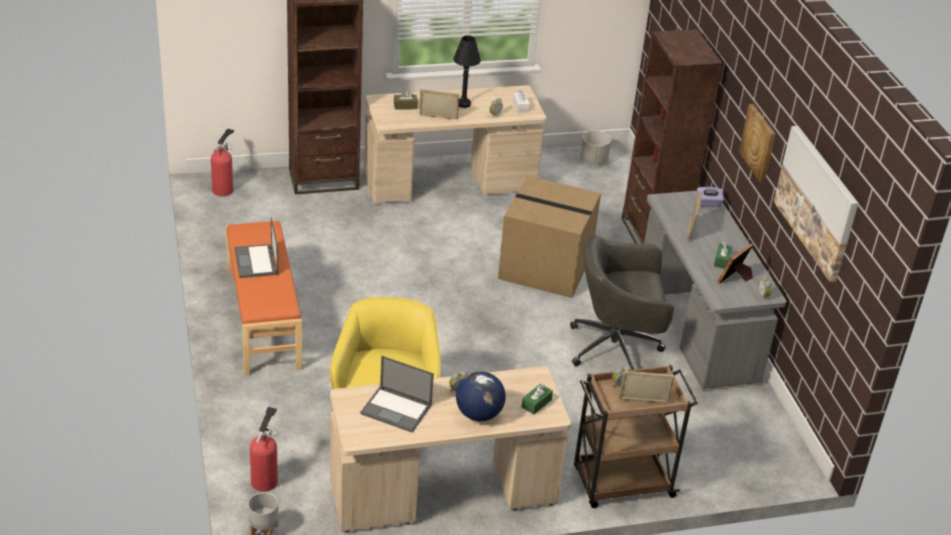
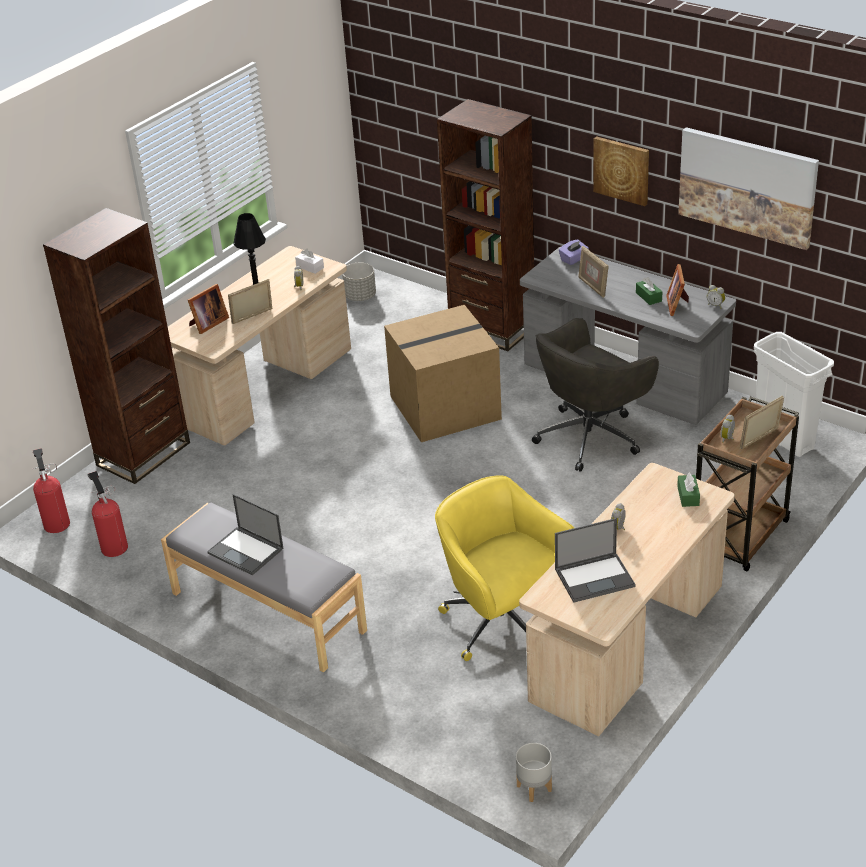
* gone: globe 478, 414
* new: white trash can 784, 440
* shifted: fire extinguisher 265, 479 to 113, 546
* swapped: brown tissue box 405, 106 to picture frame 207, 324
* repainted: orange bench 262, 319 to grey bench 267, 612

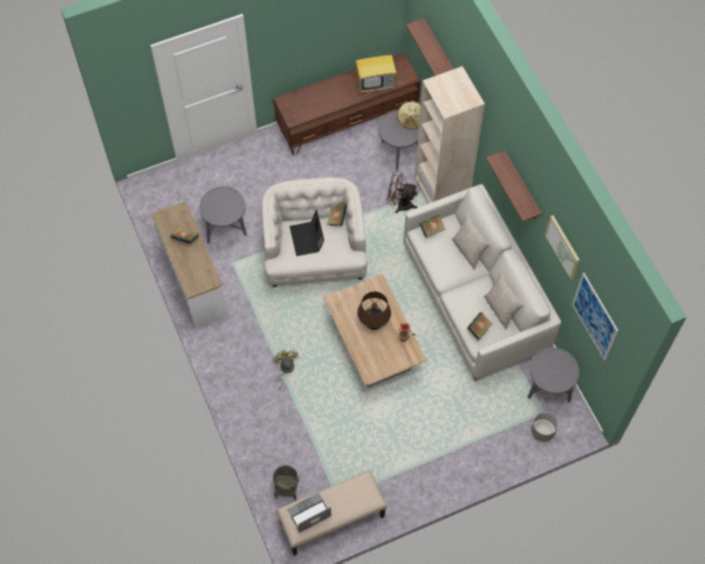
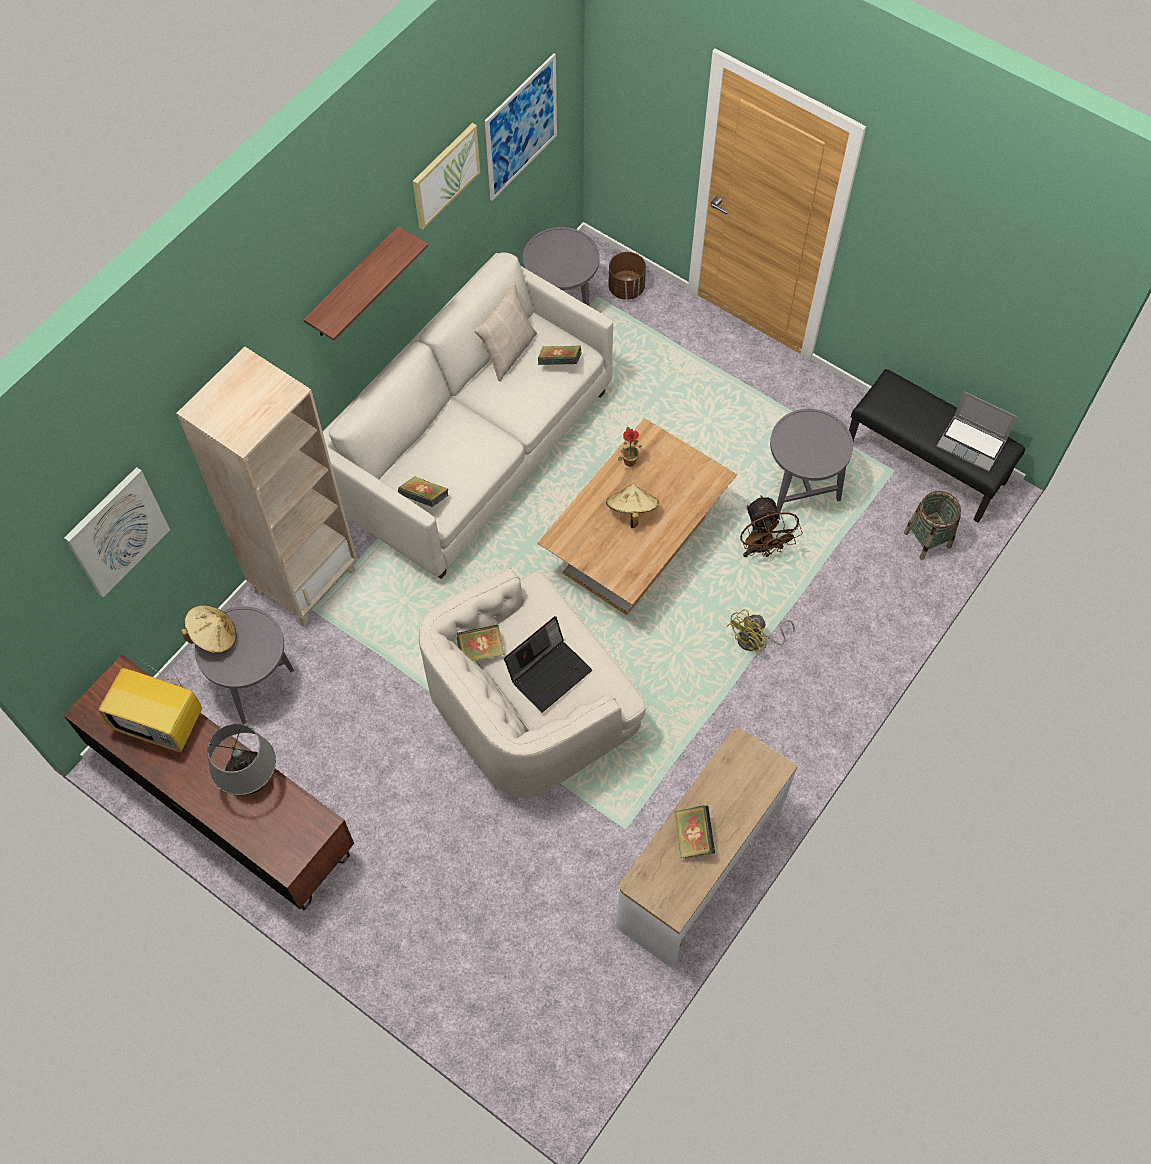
* gone: beige pillow 468, 251
* new: grey table lamp 252, 781
* shifted: grey side table 226, 230 to 800, 488
* shifted: brown fan 400, 204 to 762, 549
* swapped: brown table lamp 373, 323 to beige hat 631, 511
* swapped: shelf 439, 52 to picture 116, 531
* repainted: beige bench 332, 520 to black bench 926, 463
* repainted: grey planter 542, 431 to brown planter 626, 288
* rotated: television 376, 83 = 163, 723 150 degrees clockwise

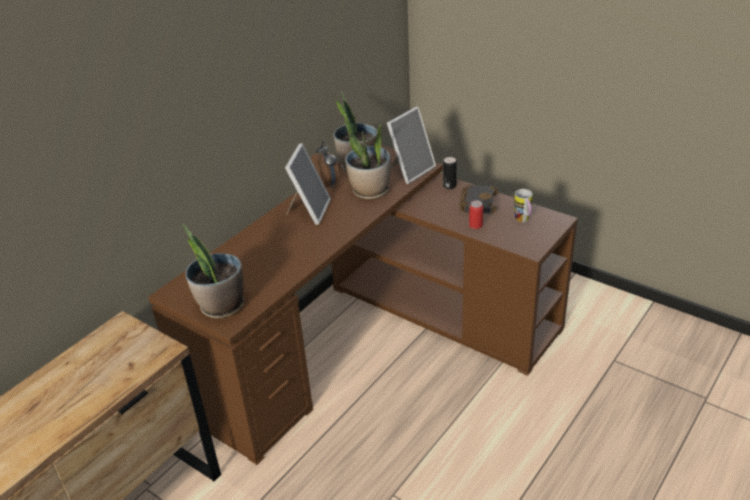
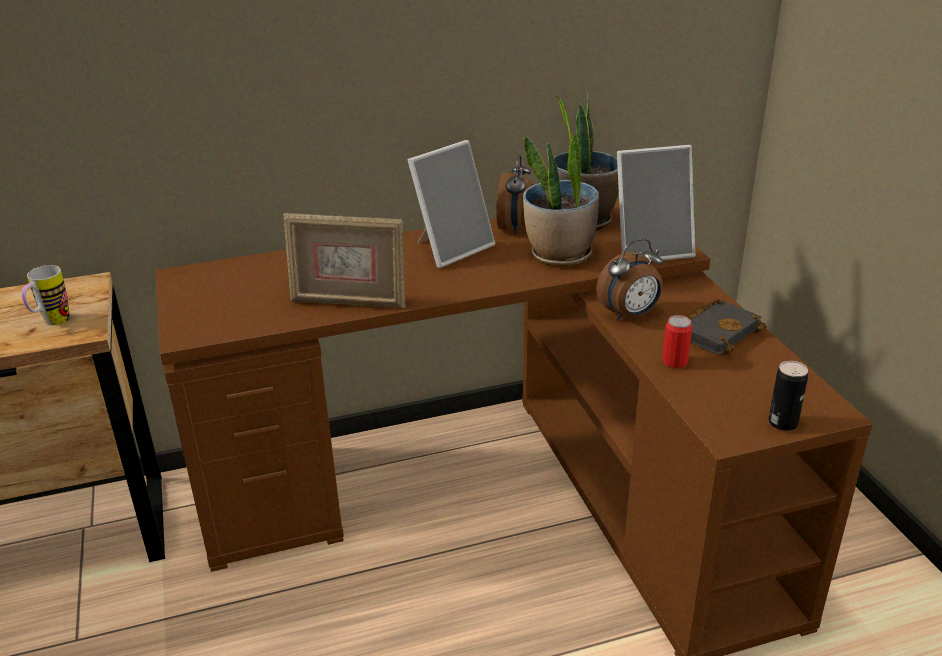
* gone: potted plant 221, 306
* new: picture frame 349, 302
* new: alarm clock 630, 315
* shifted: can 449, 186 to 782, 423
* shifted: mug 523, 221 to 51, 323

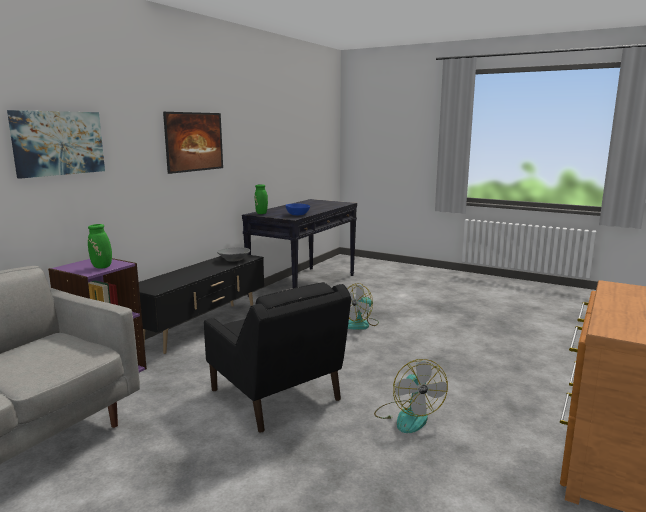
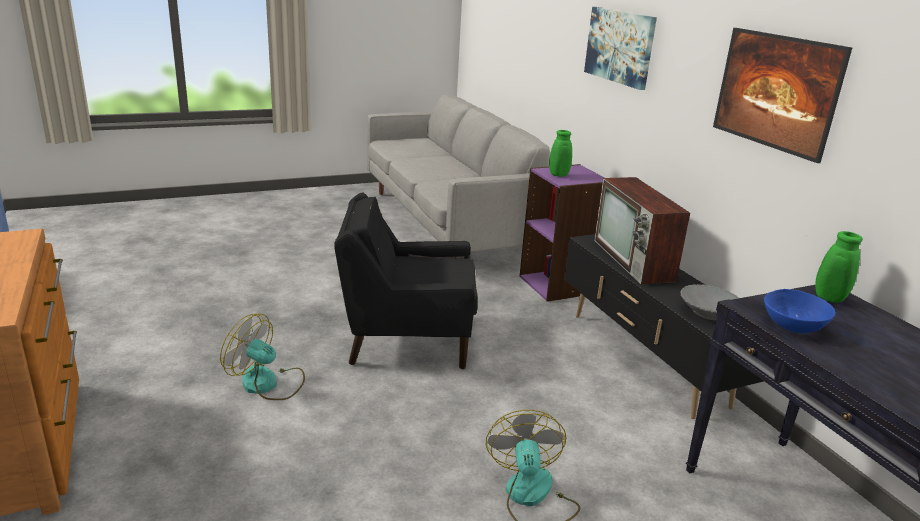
* new: television 634, 261

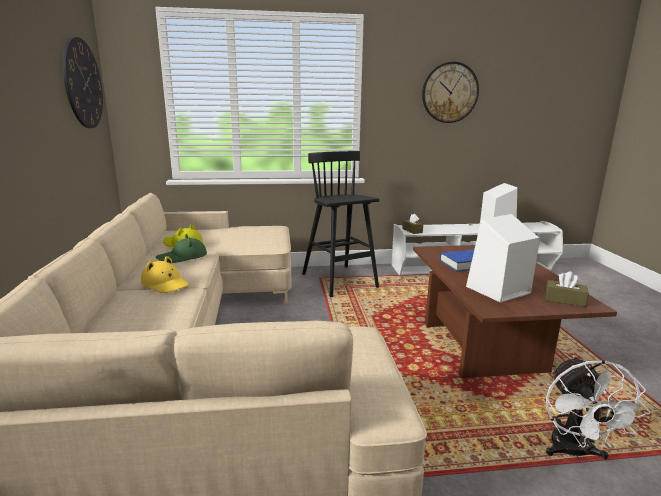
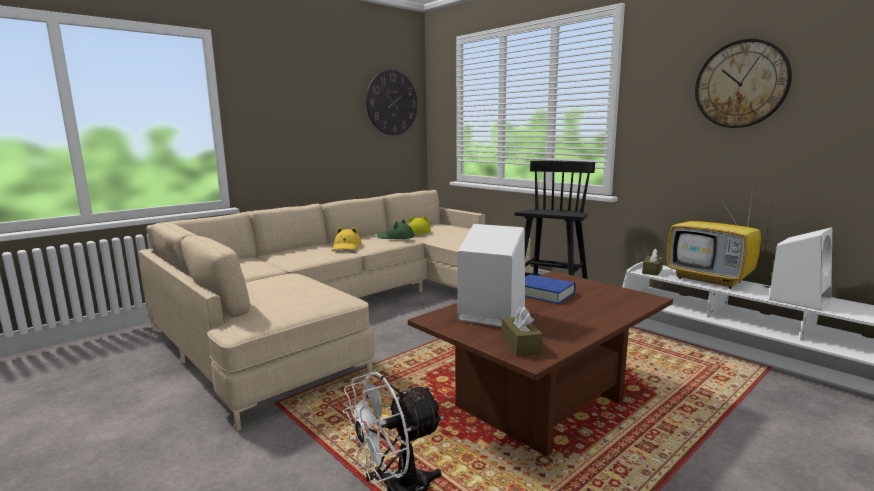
* new: television 711, 280

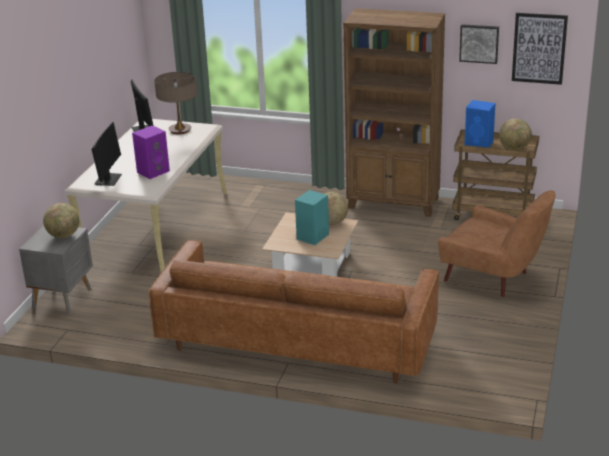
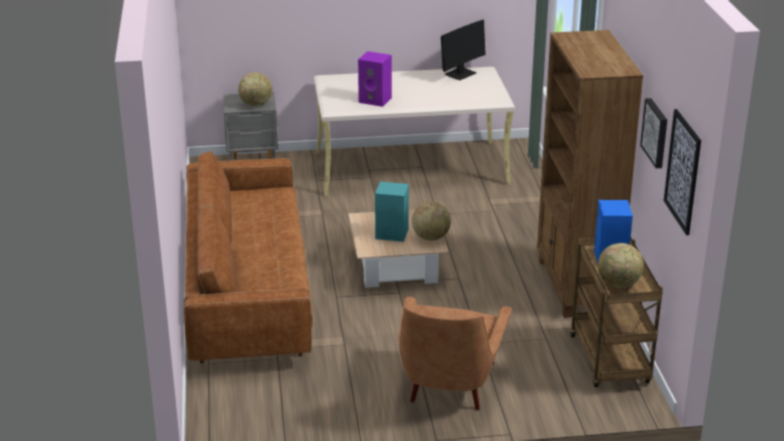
* gone: monitor 108, 180
* gone: table lamp 180, 130

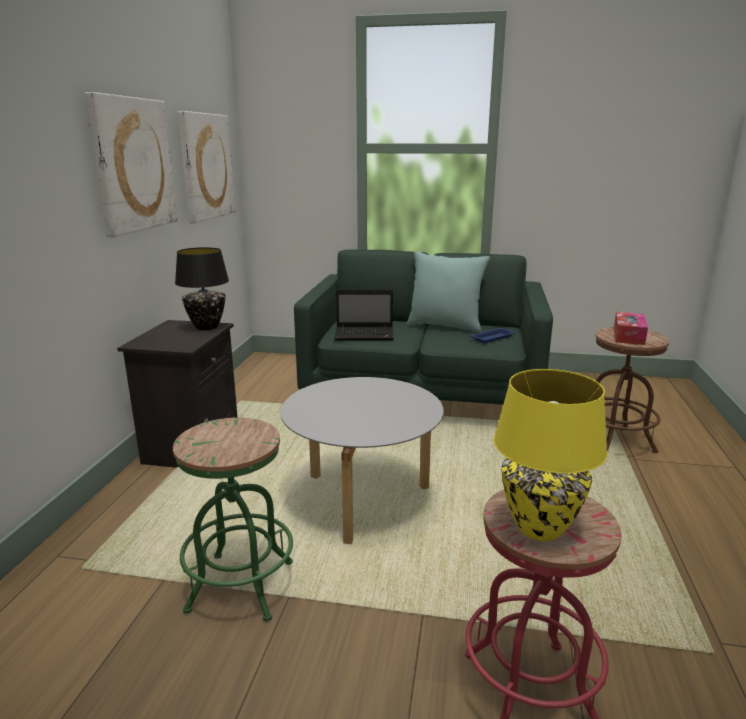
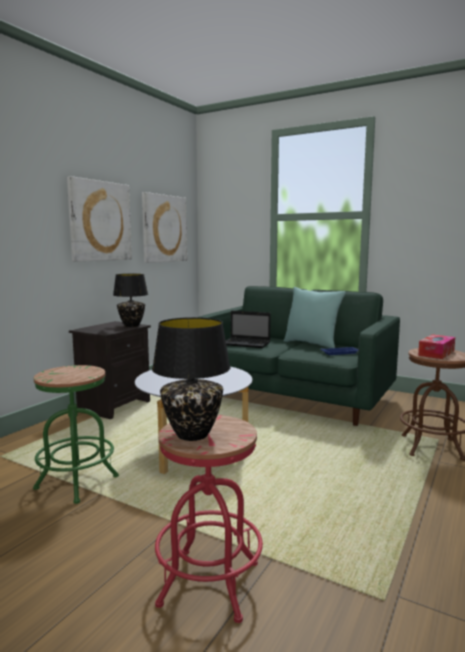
* repainted: yellow table lamp 539, 527 to black table lamp 193, 434

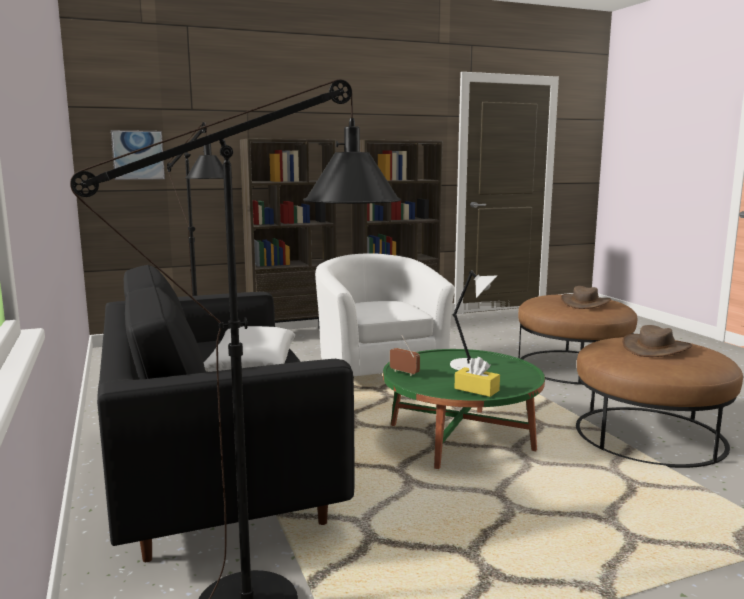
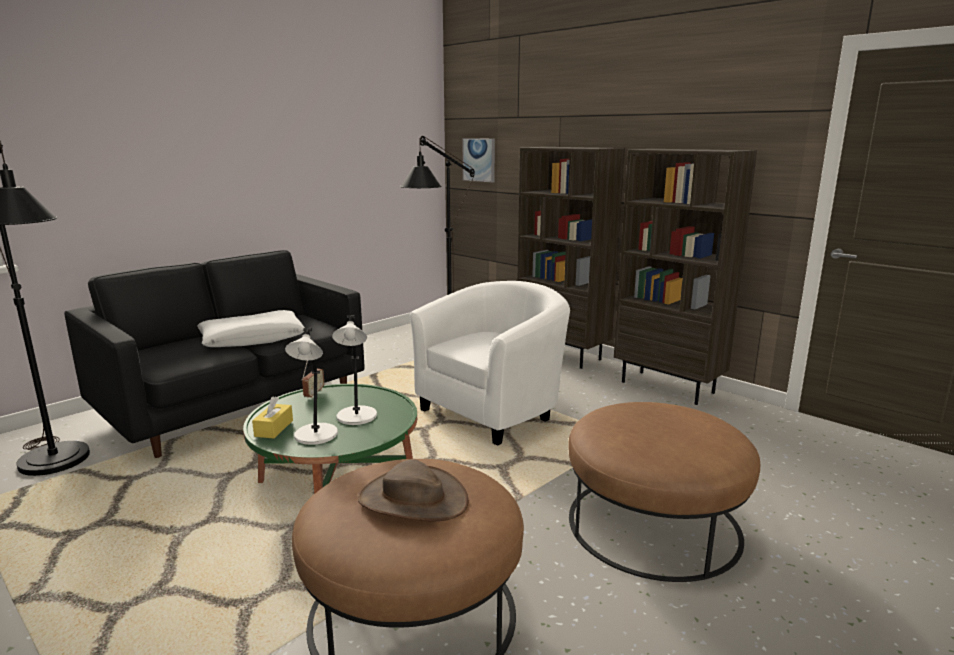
* gone: brown hat 585, 303
* new: white table lamp 315, 436

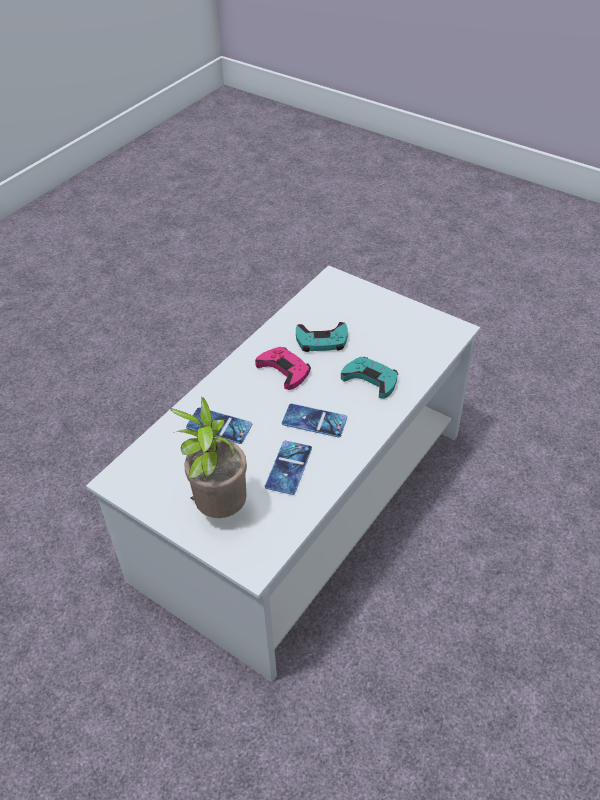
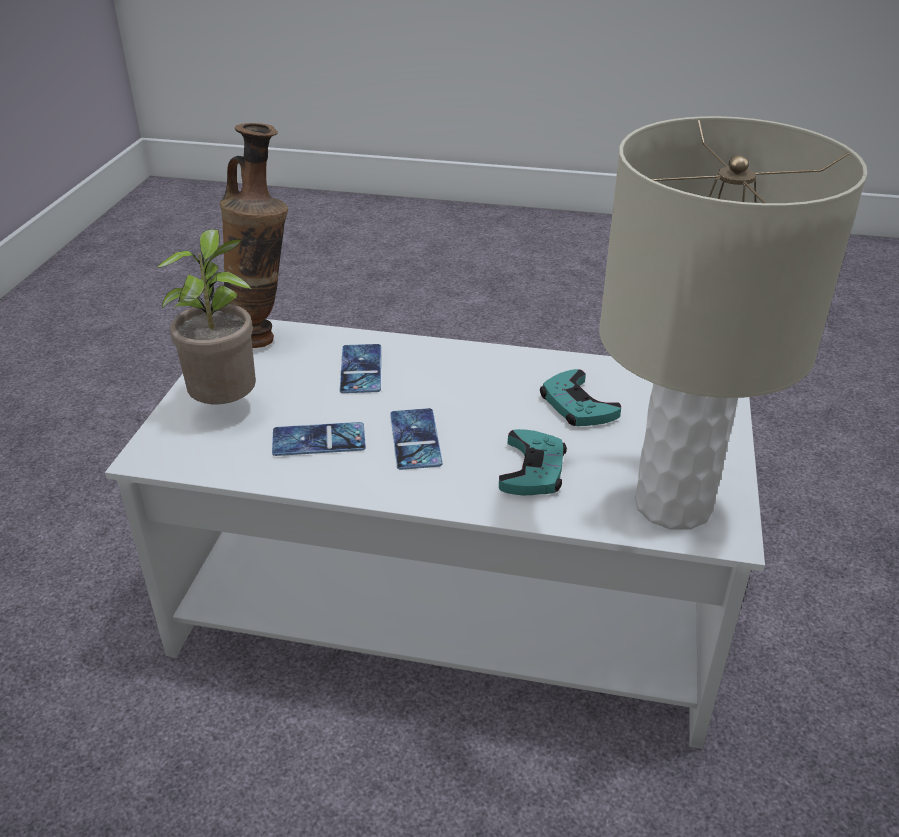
* gone: pink game controller 284, 370
* new: vase 265, 336
* new: beige table lamp 672, 504

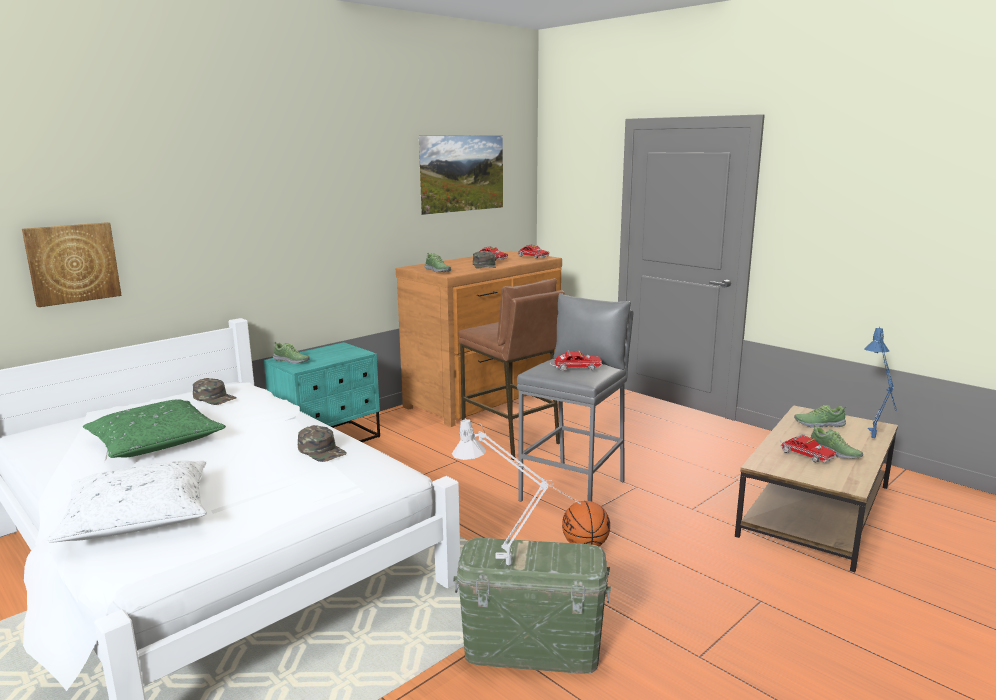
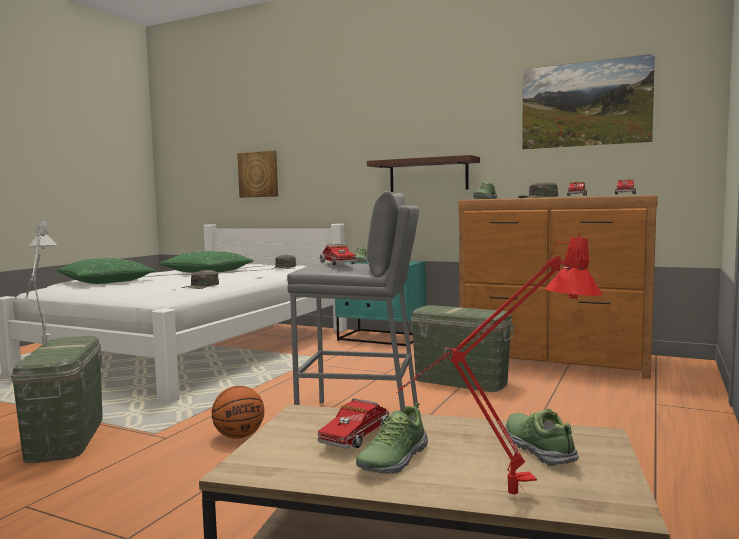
* new: shelf 428, 175
* swapped: brown stool 511, 439 to green storage box 460, 381
* repainted: white pillow 138, 516 to green pillow 105, 282
* repainted: blue table lamp 875, 441 to red table lamp 499, 498

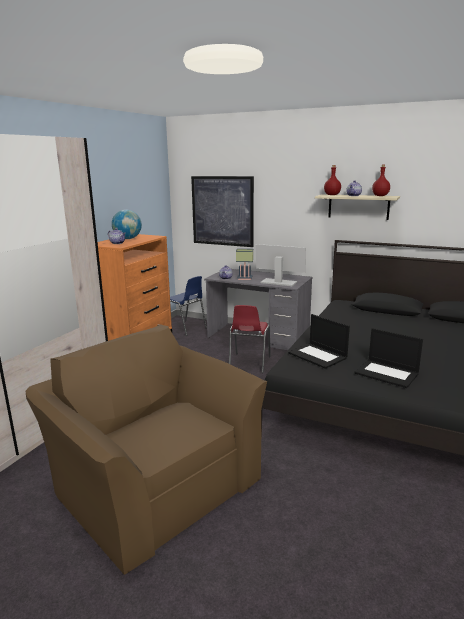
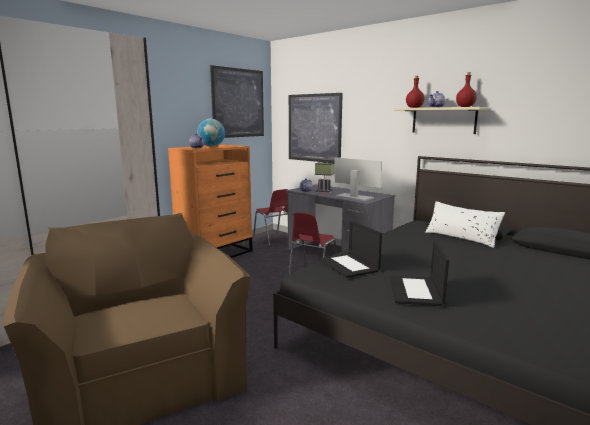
* new: picture 238, 103
* new: white pillow 461, 238
* repainted: blue chair 186, 328 to red chair 273, 240
* rotated: laptop 387, 373 = 416, 291 45 degrees clockwise

